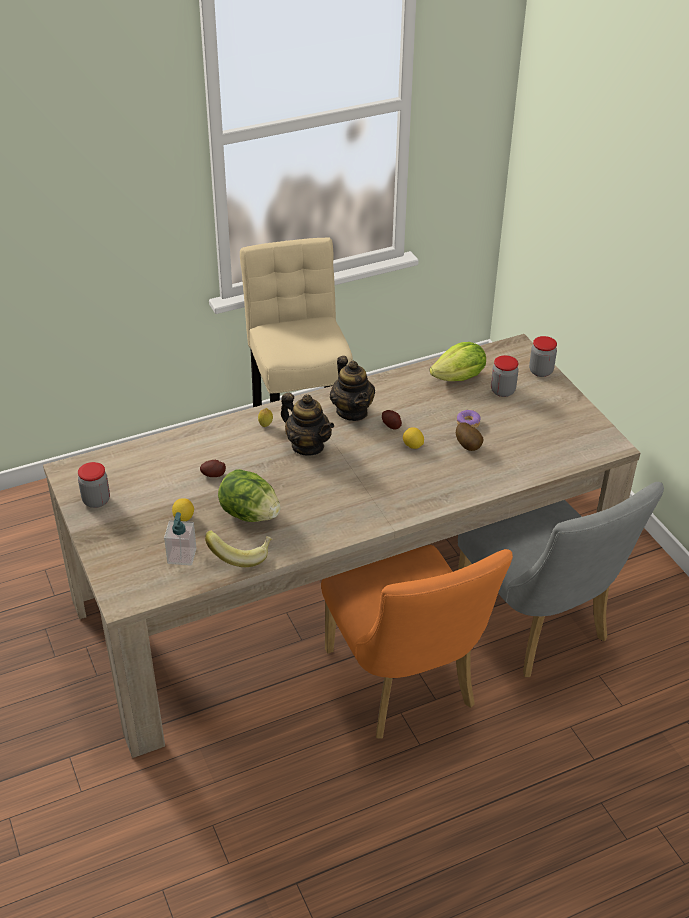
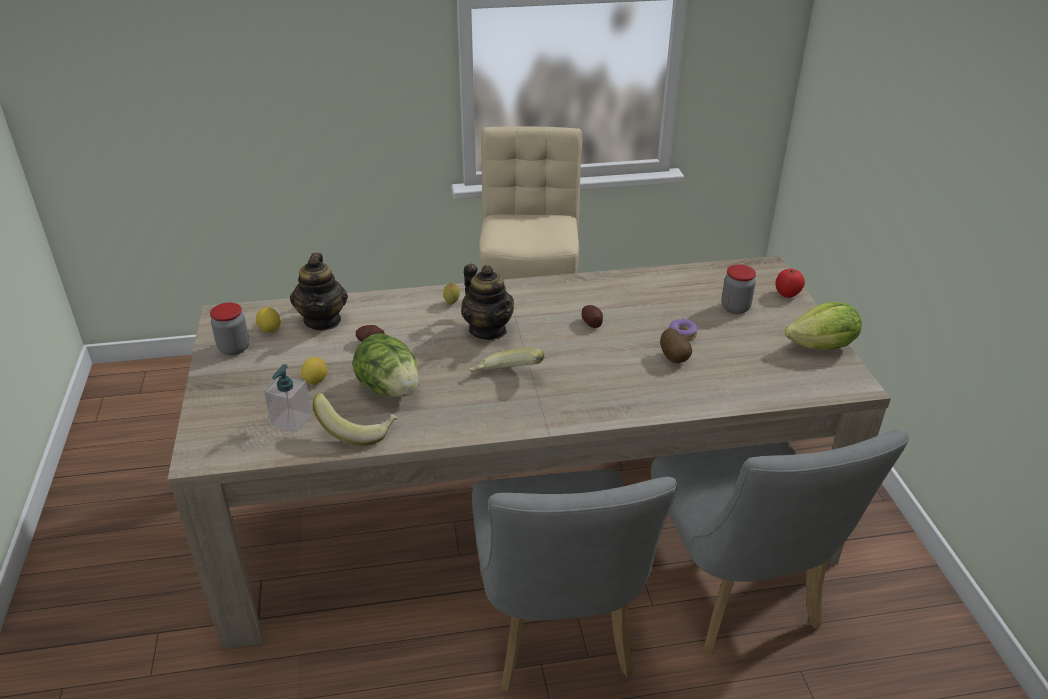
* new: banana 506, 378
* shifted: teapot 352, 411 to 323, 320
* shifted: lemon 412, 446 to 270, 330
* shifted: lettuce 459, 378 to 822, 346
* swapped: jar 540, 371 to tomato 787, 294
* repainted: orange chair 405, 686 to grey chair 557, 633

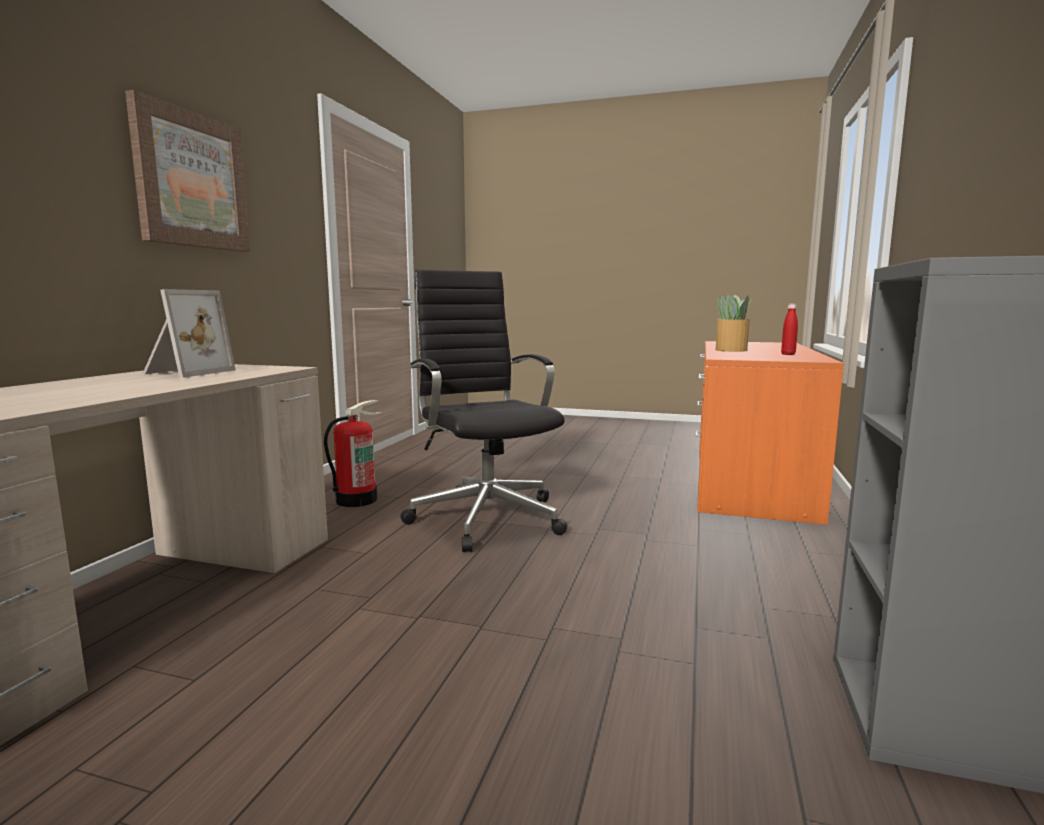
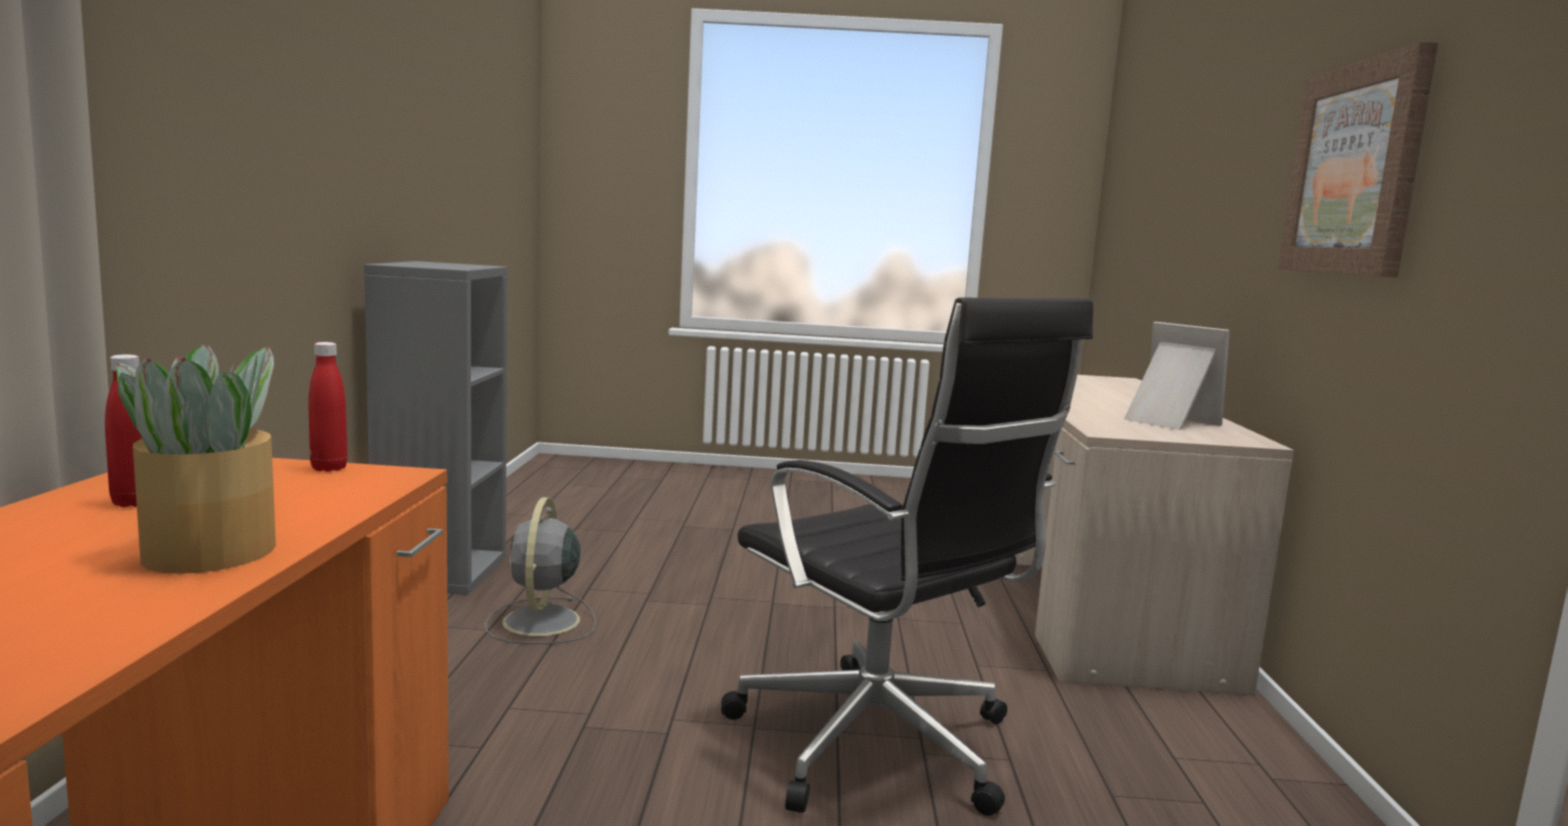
* gone: fire extinguisher 356, 500
* new: red bottle 329, 468
* new: grey fan 540, 622
* rotated: picture frame 186, 372 = 1167, 421 135 degrees clockwise

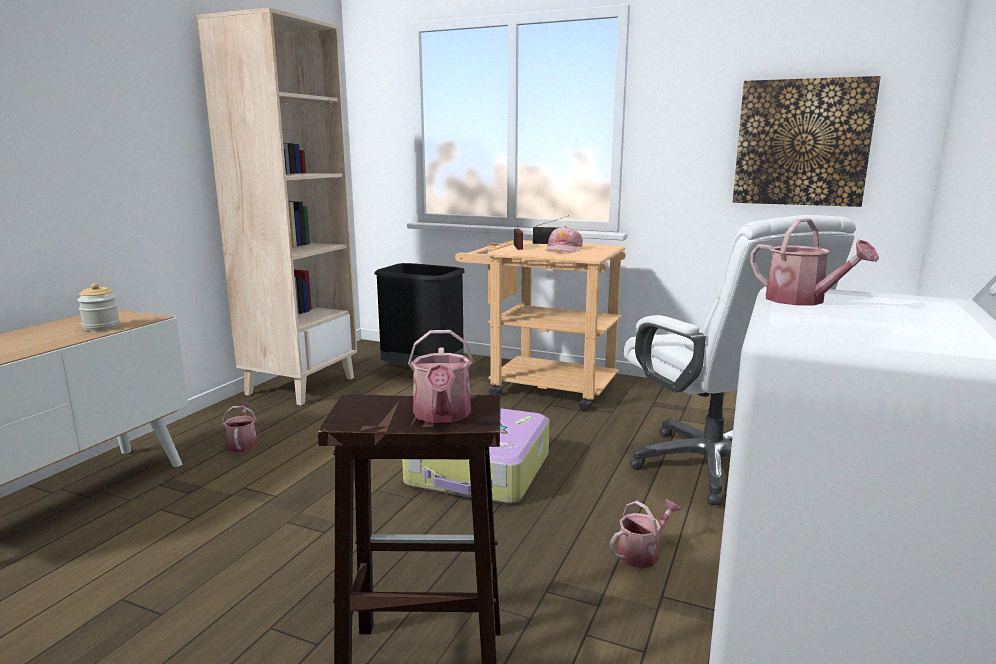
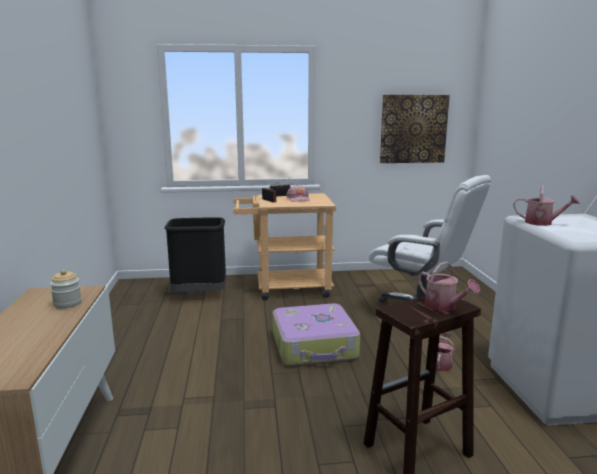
* gone: beige bookcase 301, 385
* gone: watering can 242, 444

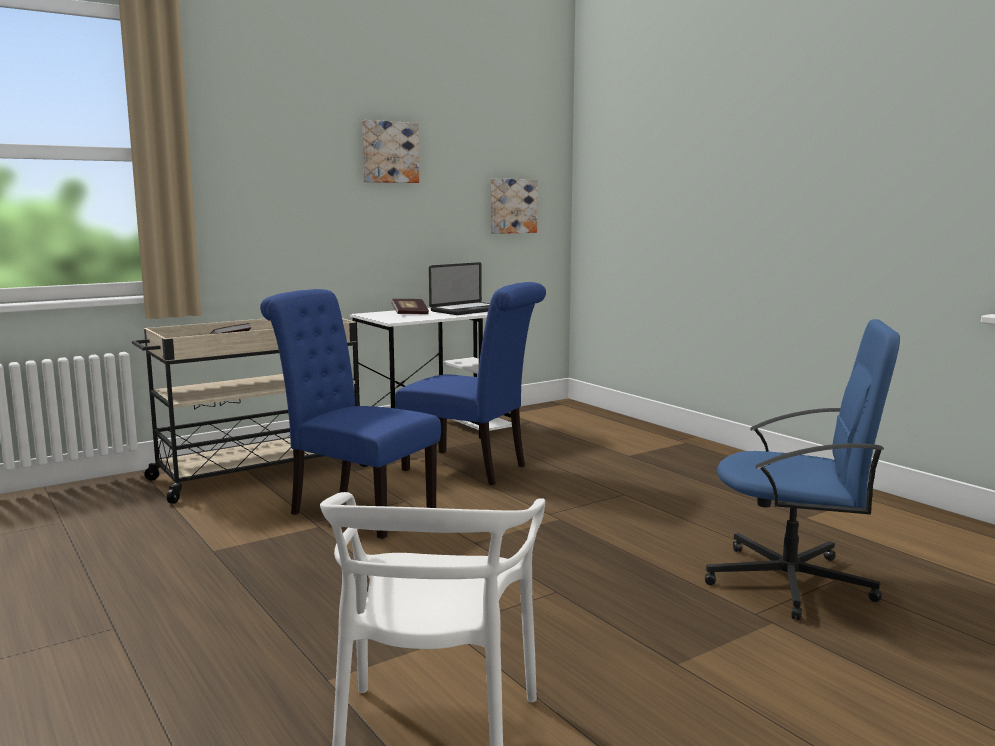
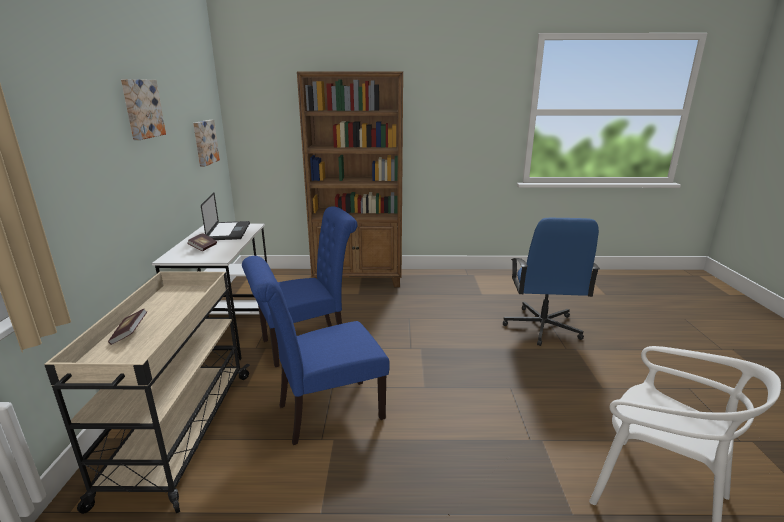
* new: brown bookcase 359, 279
* rotated: blue office chair 791, 582 = 542, 327 135 degrees clockwise

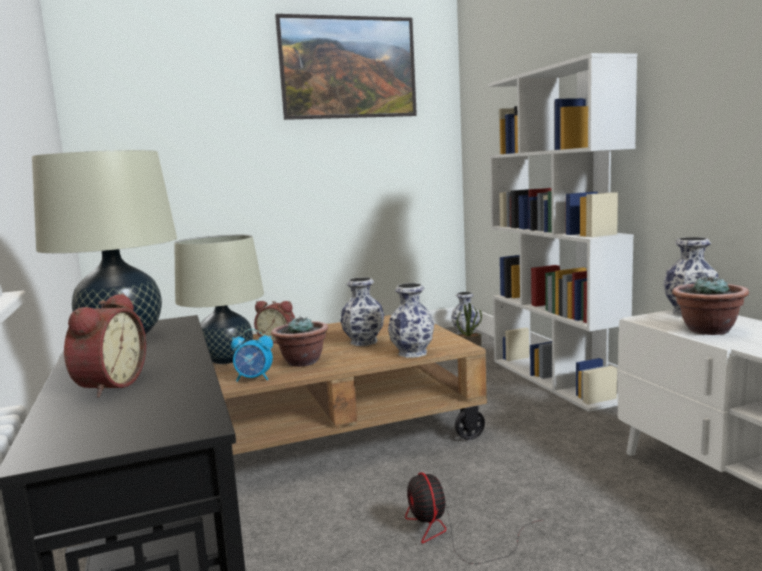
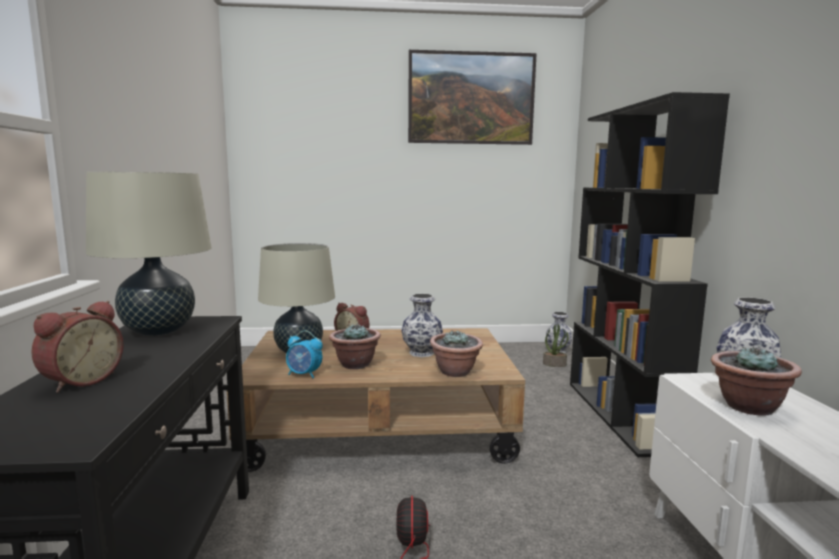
* swapped: vase 413, 353 to potted plant 455, 372
* repainted: white bookcase 556, 380 to black bookcase 621, 415

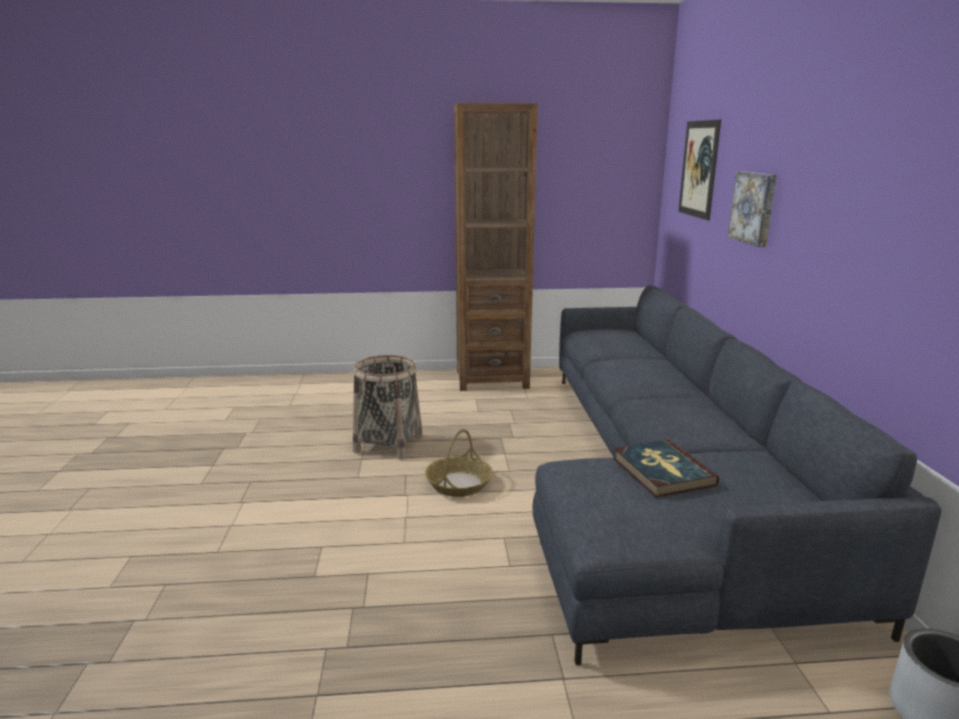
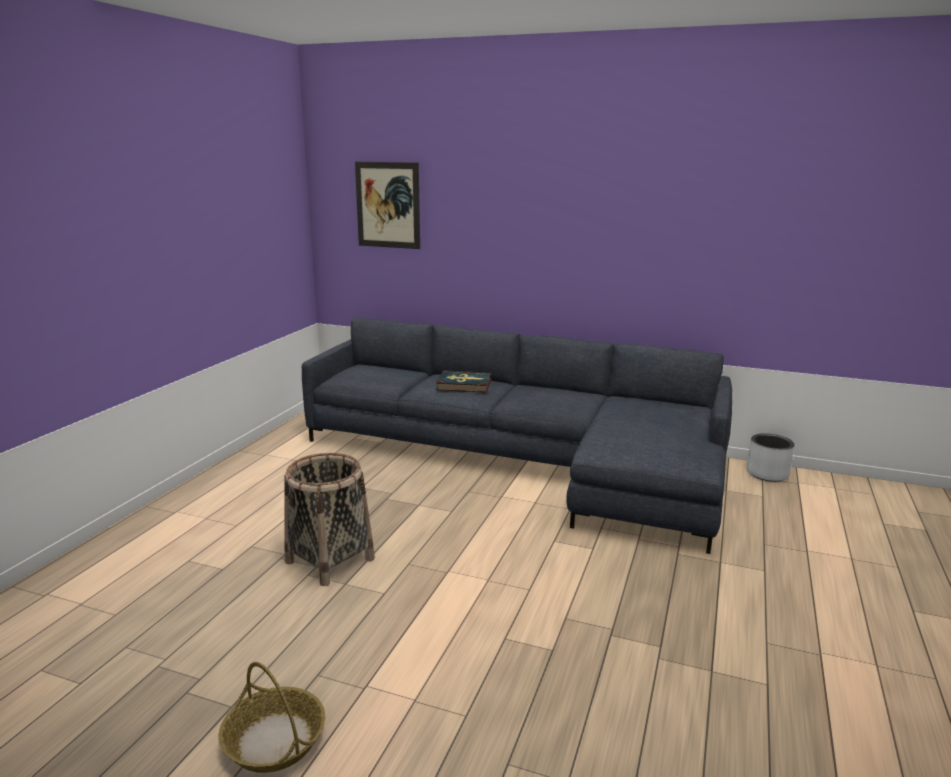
* gone: brown bookcase 492, 379
* gone: picture 754, 207
* shifted: basket 459, 483 to 274, 740
* shifted: book 662, 471 to 464, 384

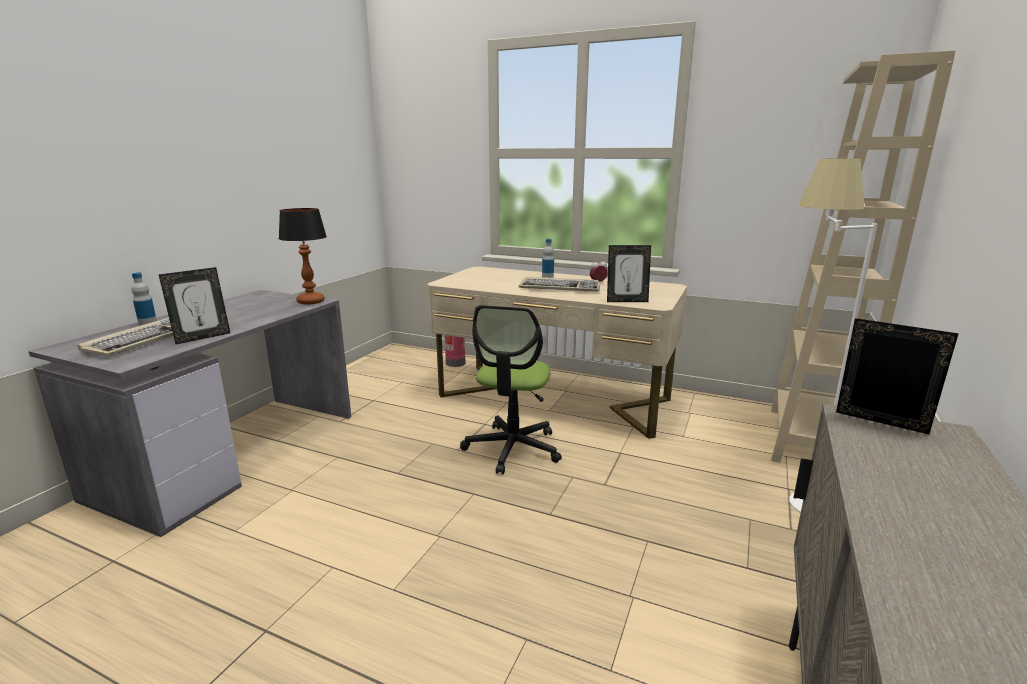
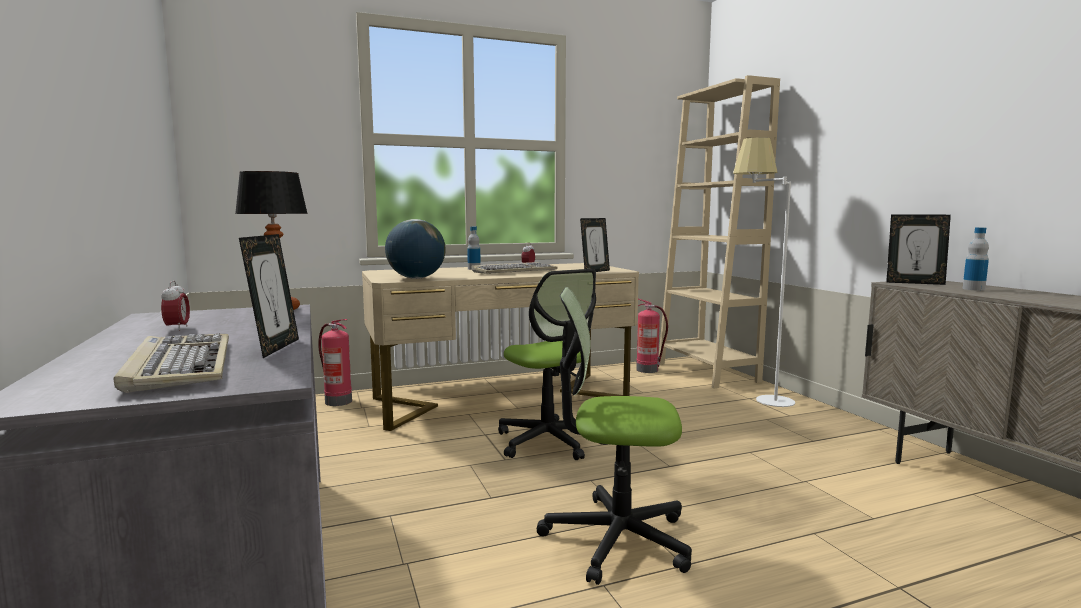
* new: alarm clock 177, 328
* new: globe 416, 278
* new: office chair 616, 538
* new: fire extinguisher 648, 370
* shifted: bottle 148, 324 to 973, 289
* rotated: picture frame 880, 425 = 914, 283 150 degrees counterclockwise

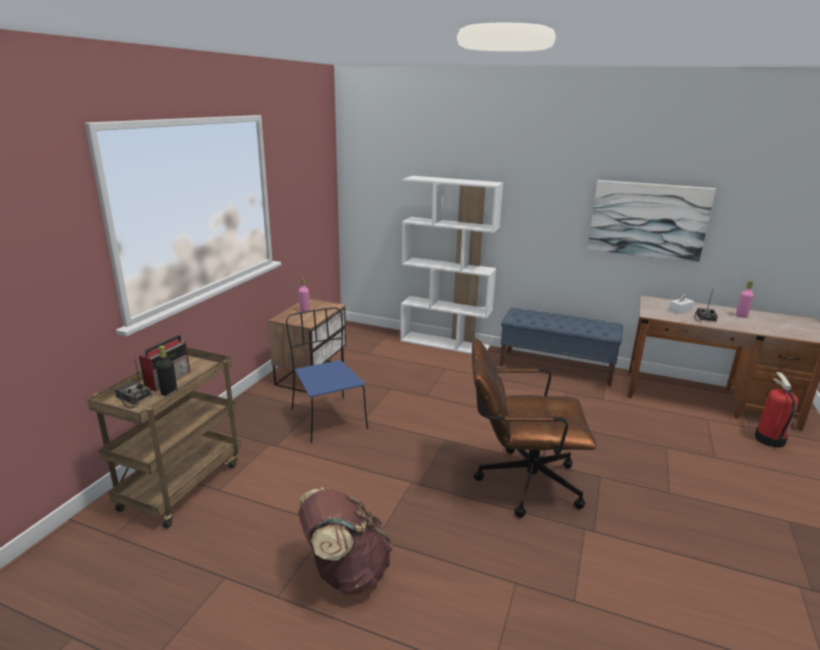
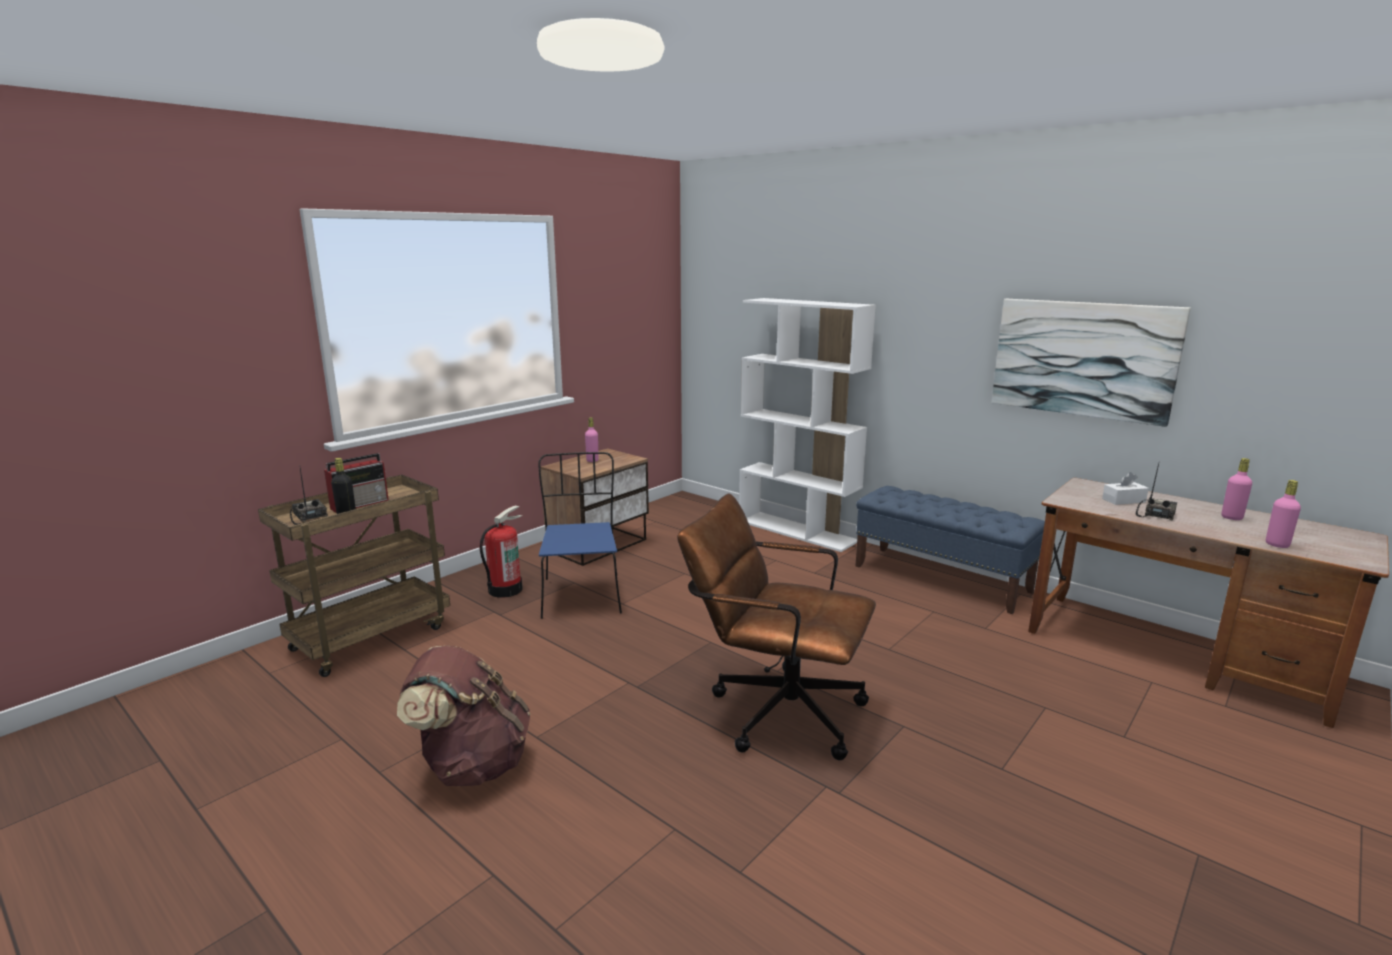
* new: pink bottle 1277, 544
* shifted: fire extinguisher 769, 439 to 505, 589

